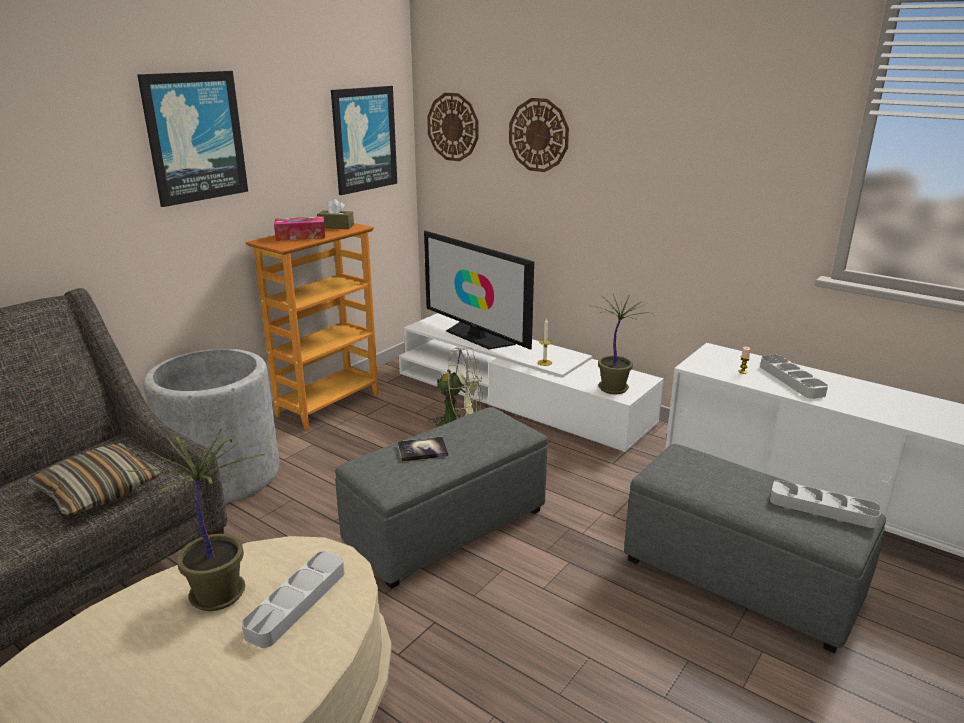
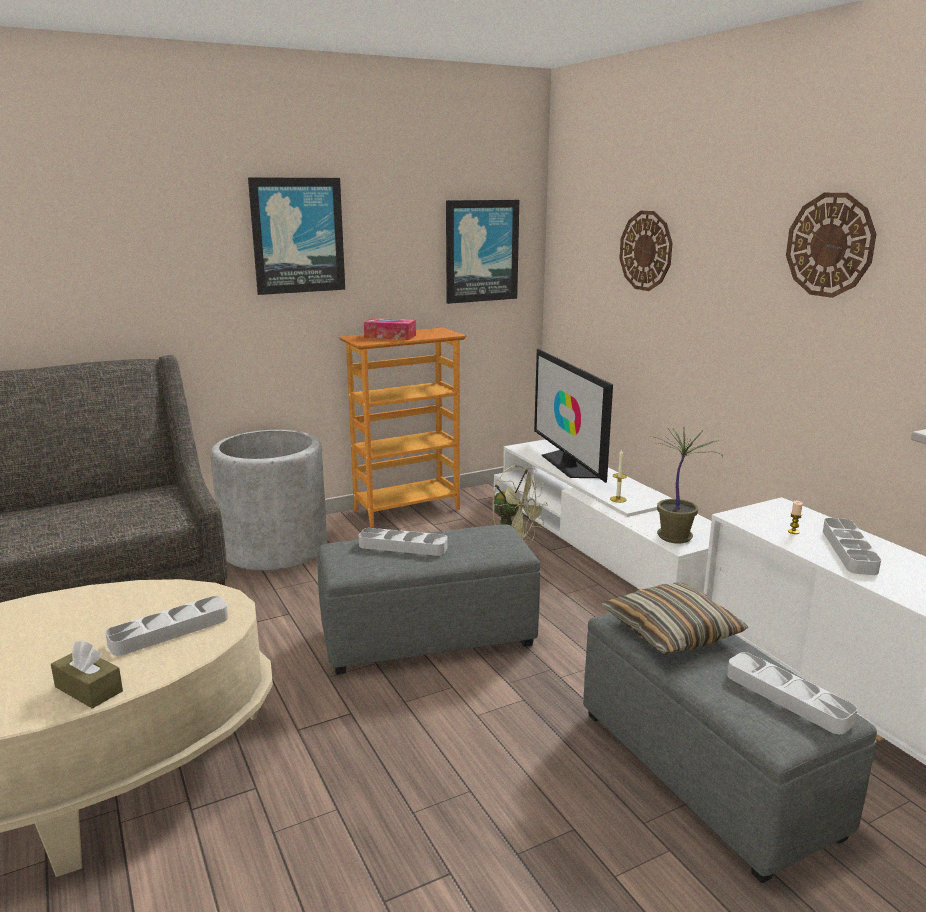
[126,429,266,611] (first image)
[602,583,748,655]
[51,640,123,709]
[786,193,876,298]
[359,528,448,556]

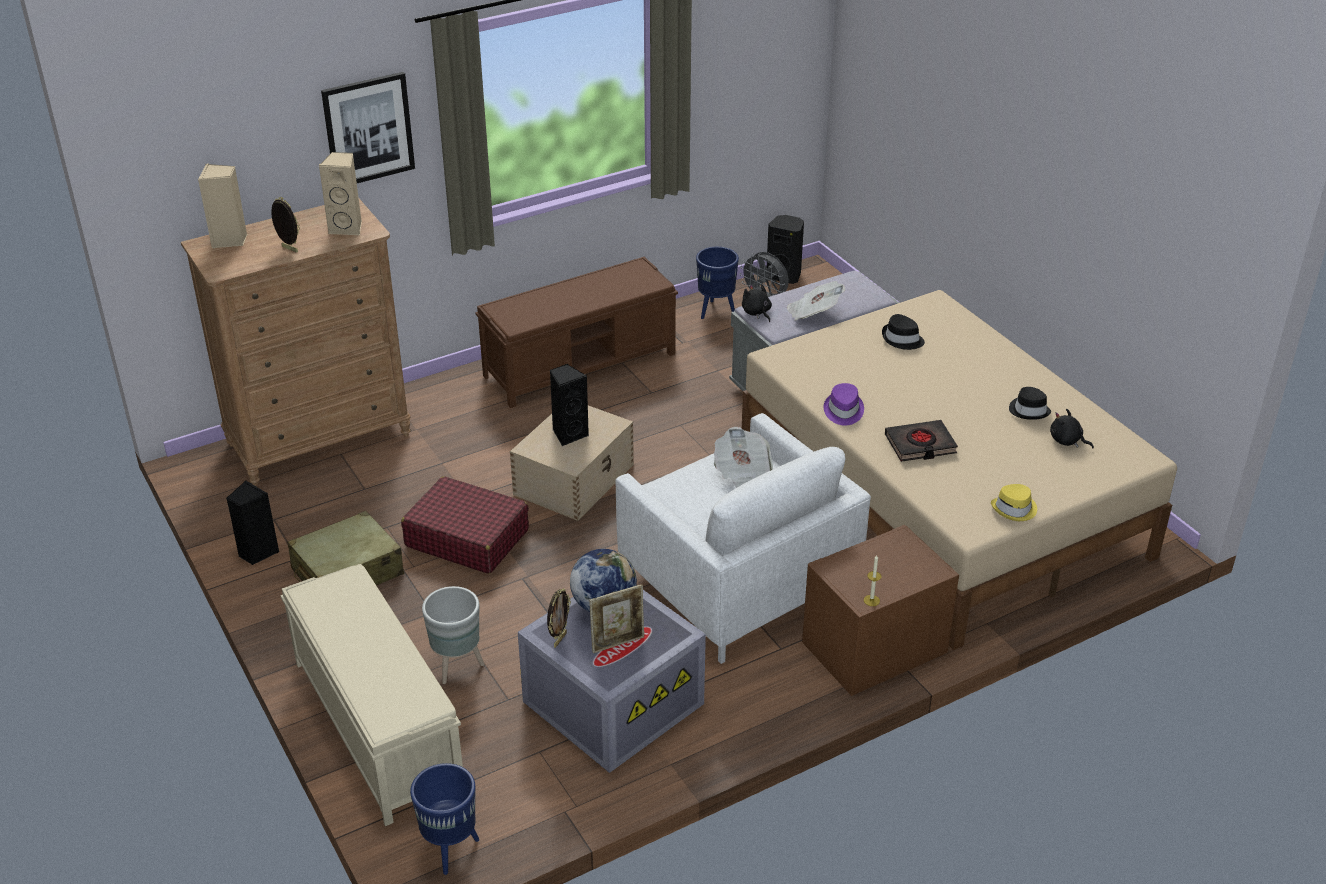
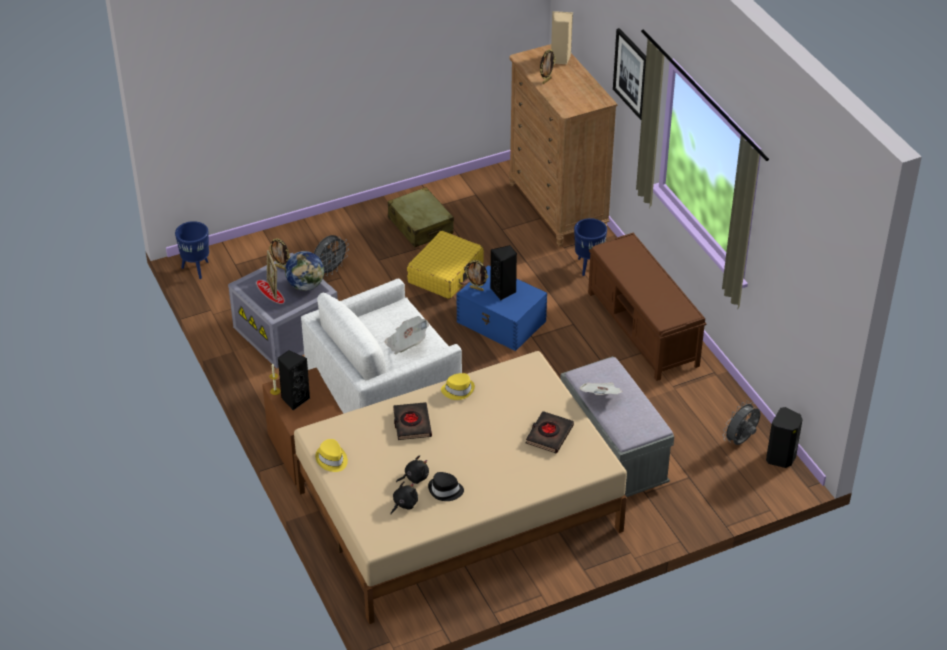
[280,564,463,826] (first image)
[319,152,362,235] (first image)
[465,260,489,291]
[278,350,310,410]
[574,218,607,276]
[396,455,429,484]
[314,235,349,276]
[526,411,574,454]
[407,231,484,299]
[456,265,547,351]
[441,373,475,400]

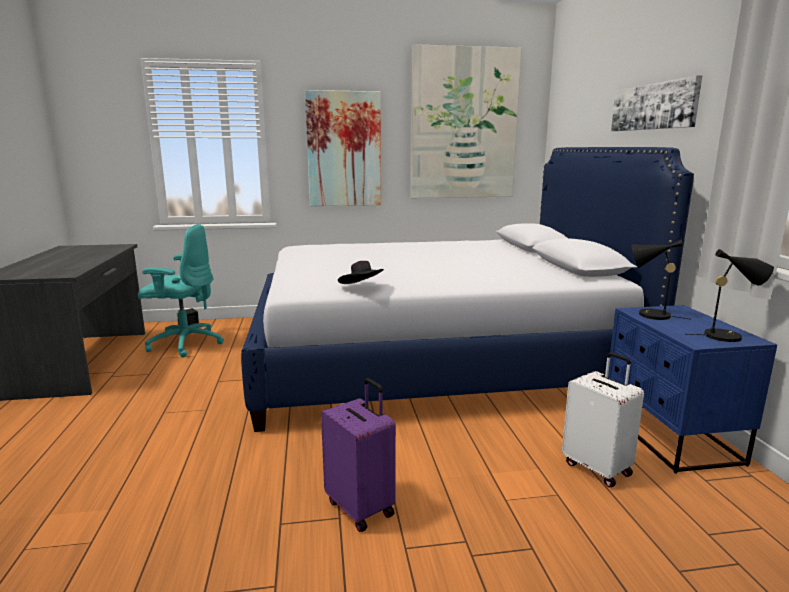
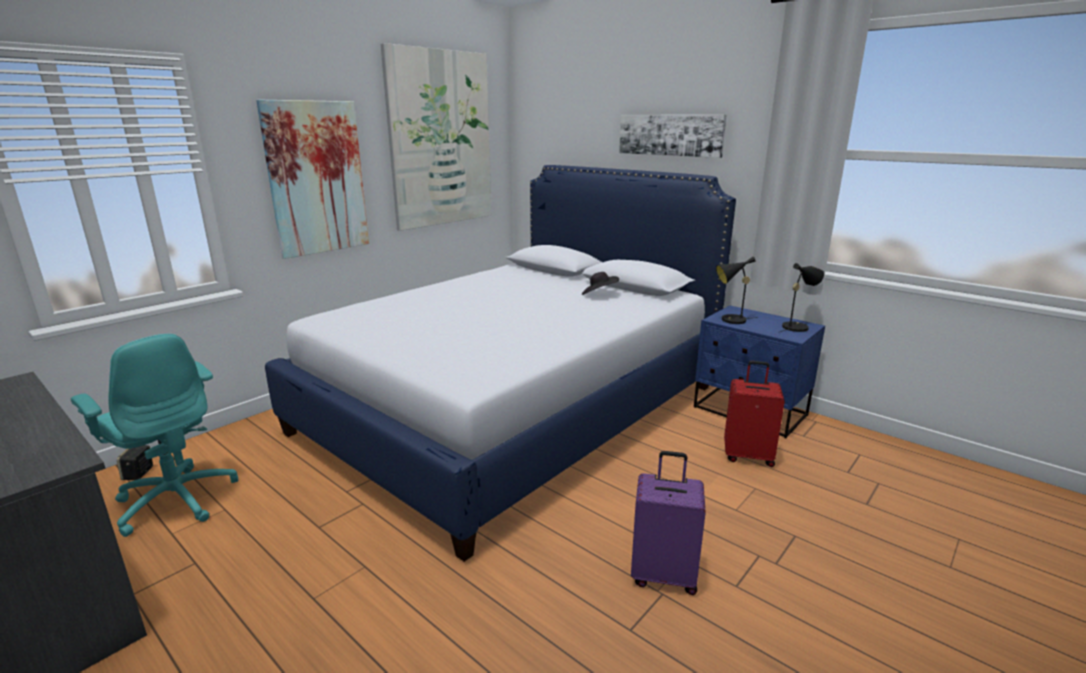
[582,272,619,295]
[724,361,785,467]
[71,334,239,537]

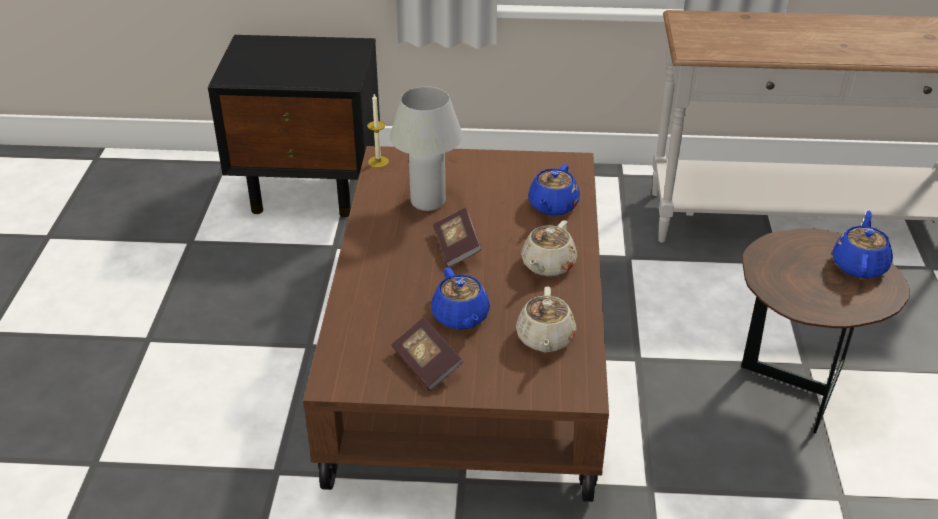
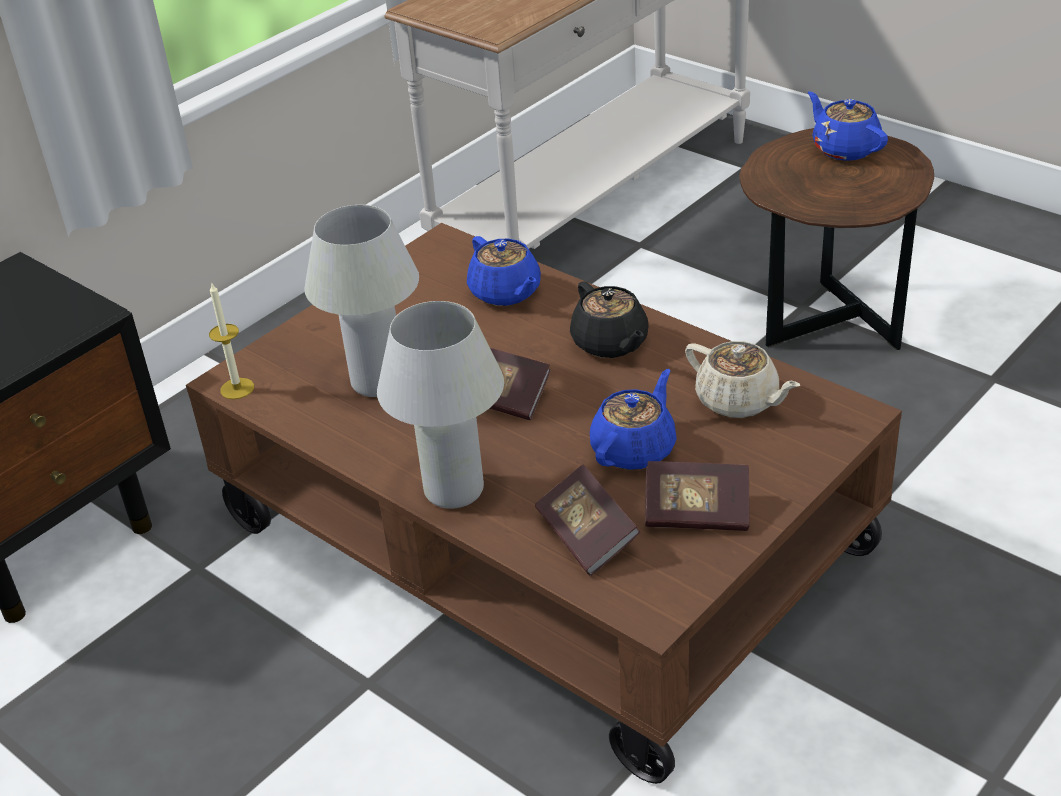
[377,301,504,509]
[535,464,640,576]
[570,282,649,358]
[590,369,677,470]

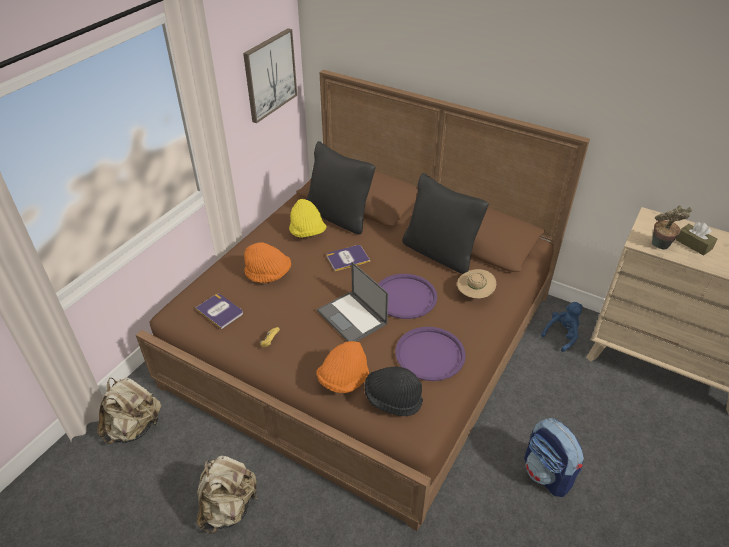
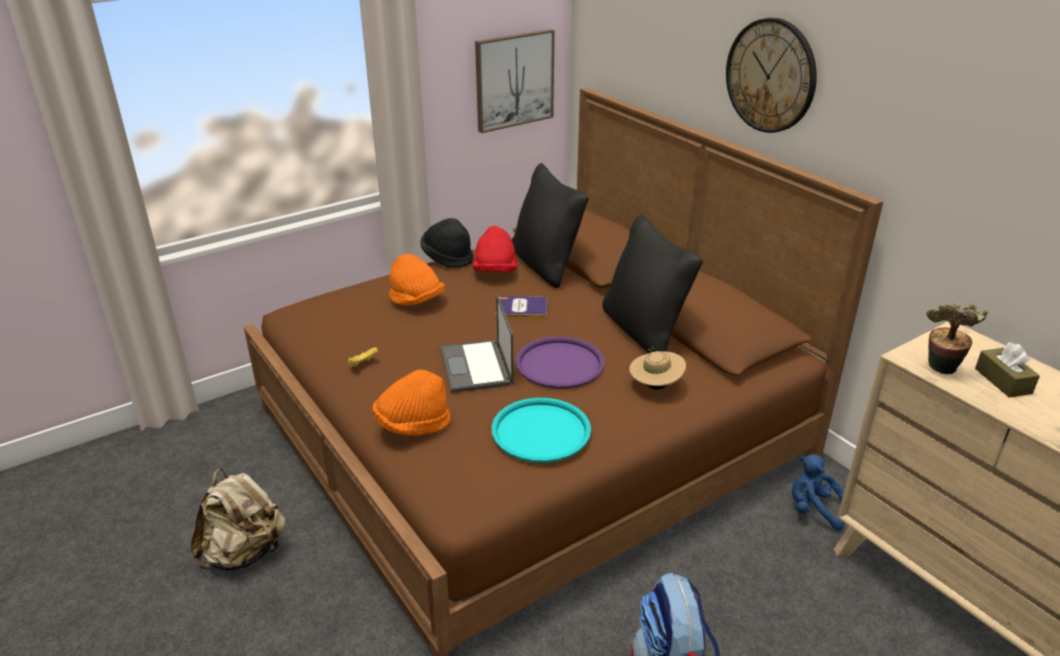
[97,377,161,444] (first image)
[195,294,243,329] (first image)
[726,18,817,133]
[420,218,473,268]
[473,226,517,272]
[492,398,591,463]
[792,454,845,531]

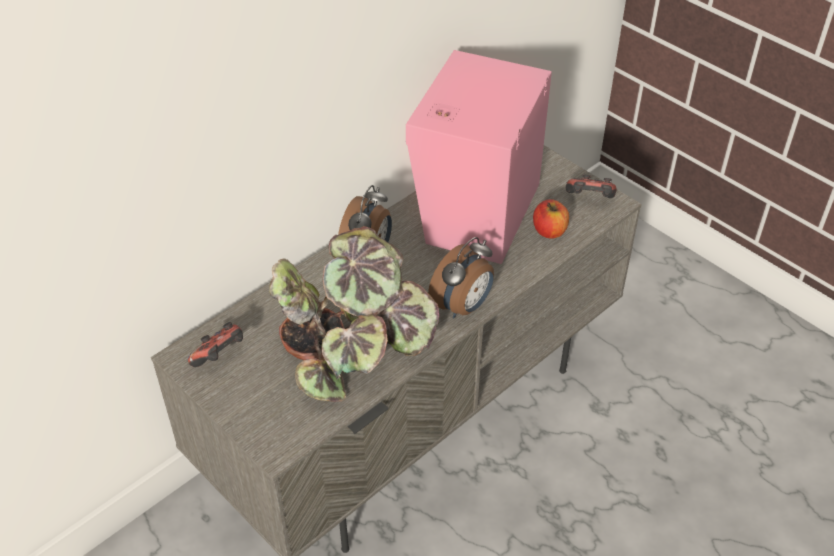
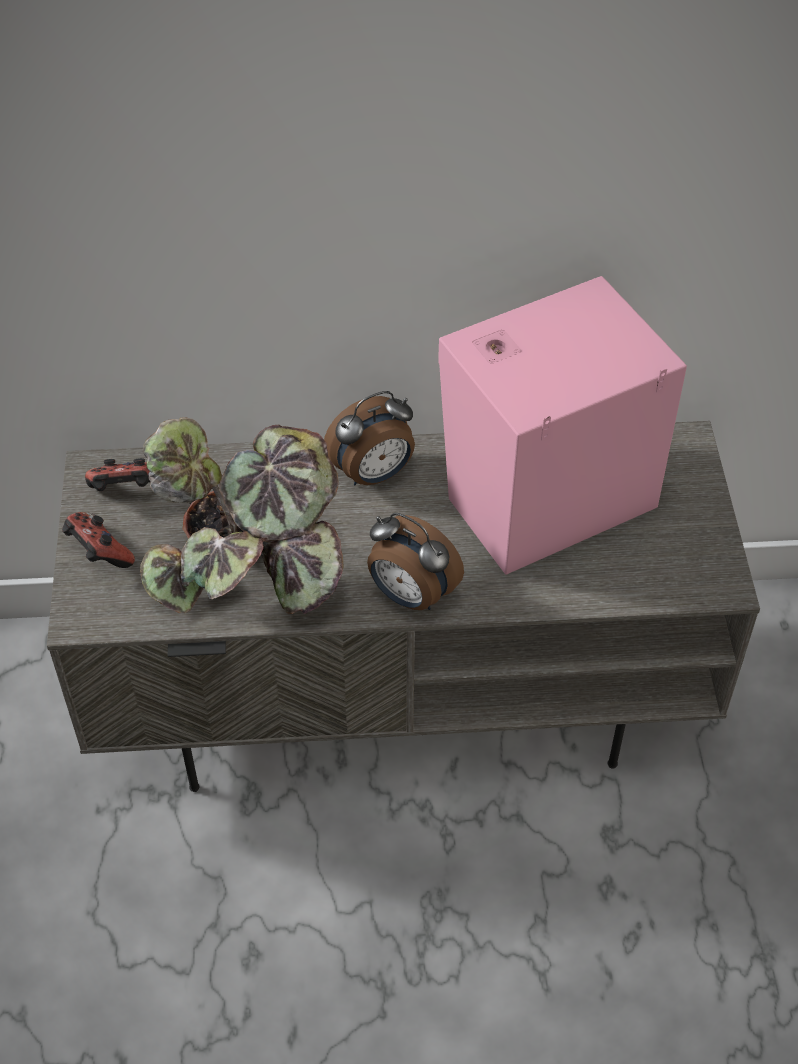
[533,199,569,239] (first image)
[62,512,135,568]
[367,513,464,610]

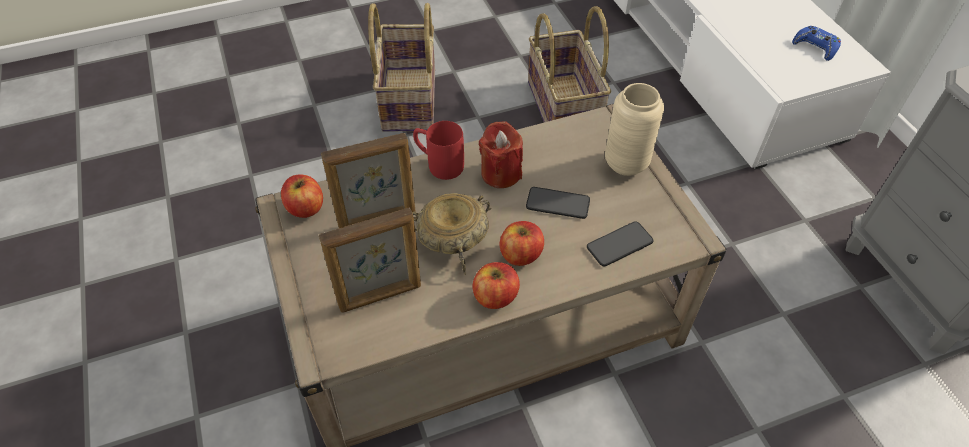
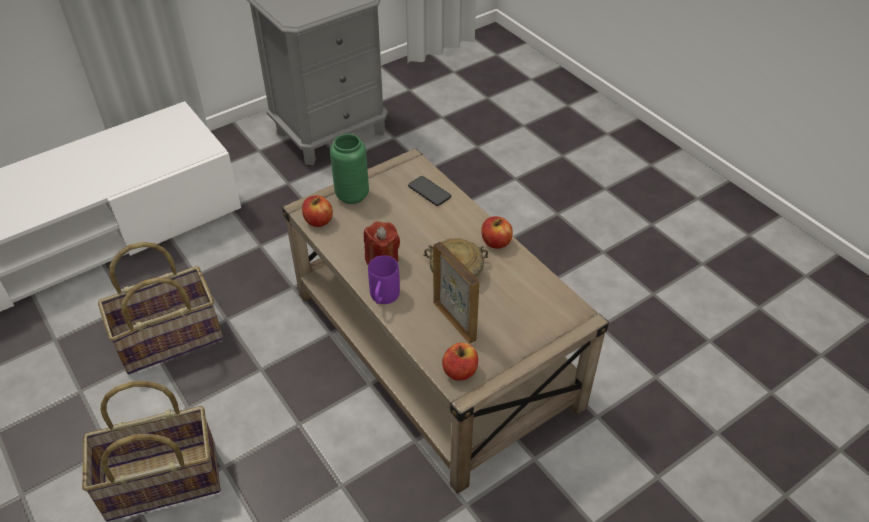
[319,207,421,313] (first image)
[526,187,590,219] (first image)
[792,26,841,61] (first image)
[302,196,333,227]
[368,255,400,304]
[330,134,369,204]

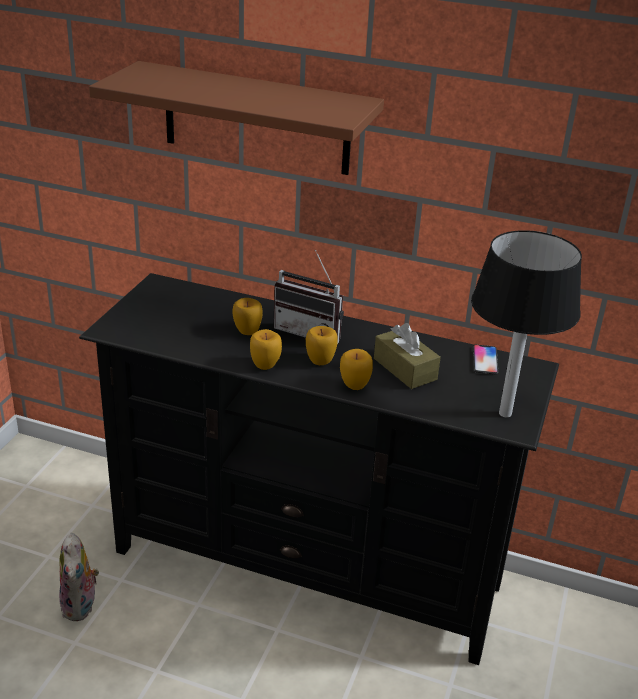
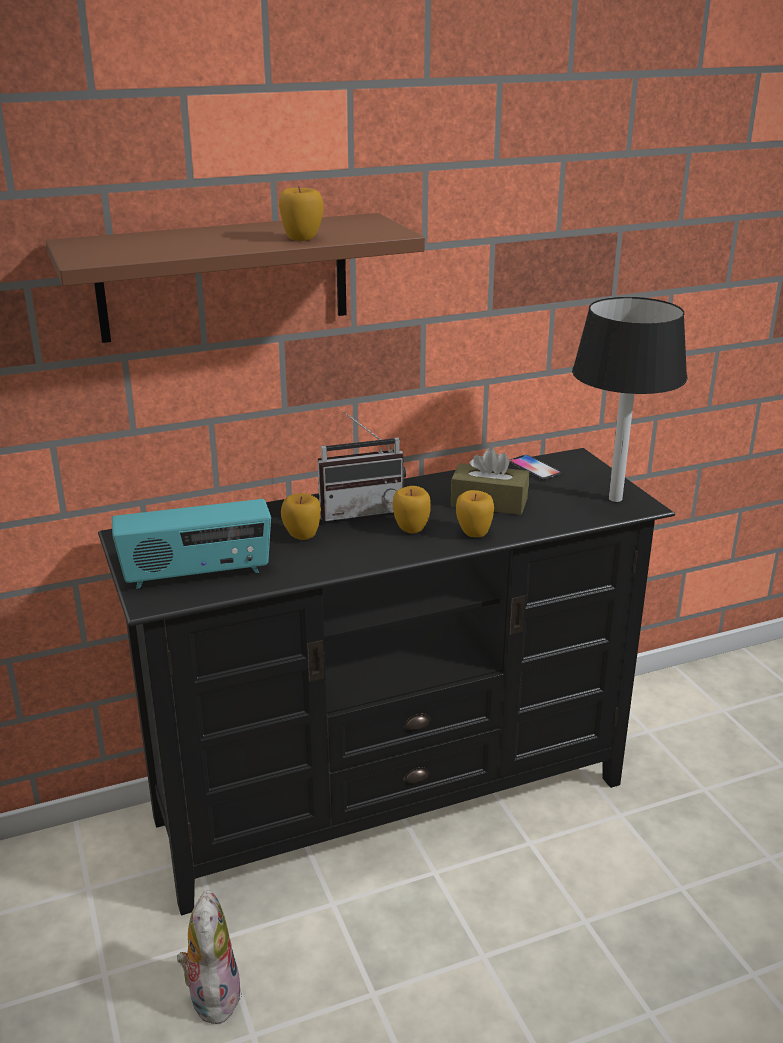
[112,499,271,589]
[279,186,324,241]
[177,890,242,1024]

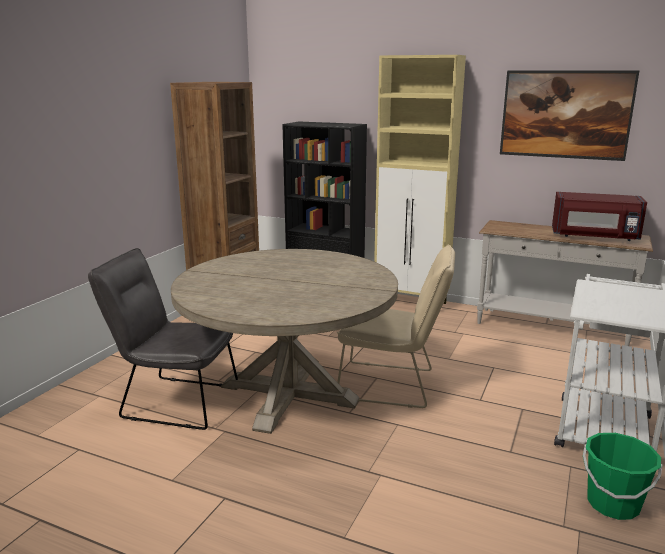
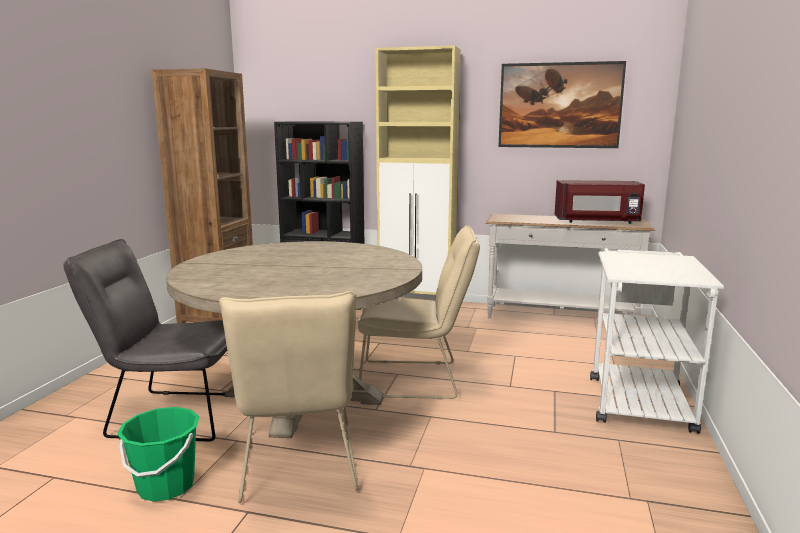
[219,291,359,503]
[117,407,200,502]

